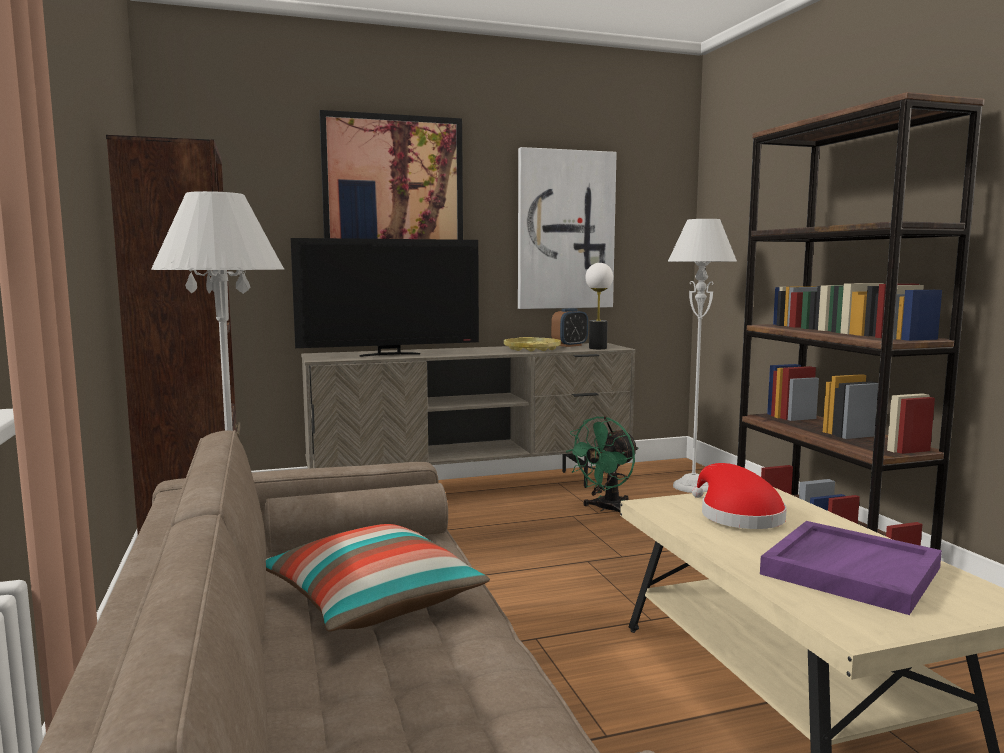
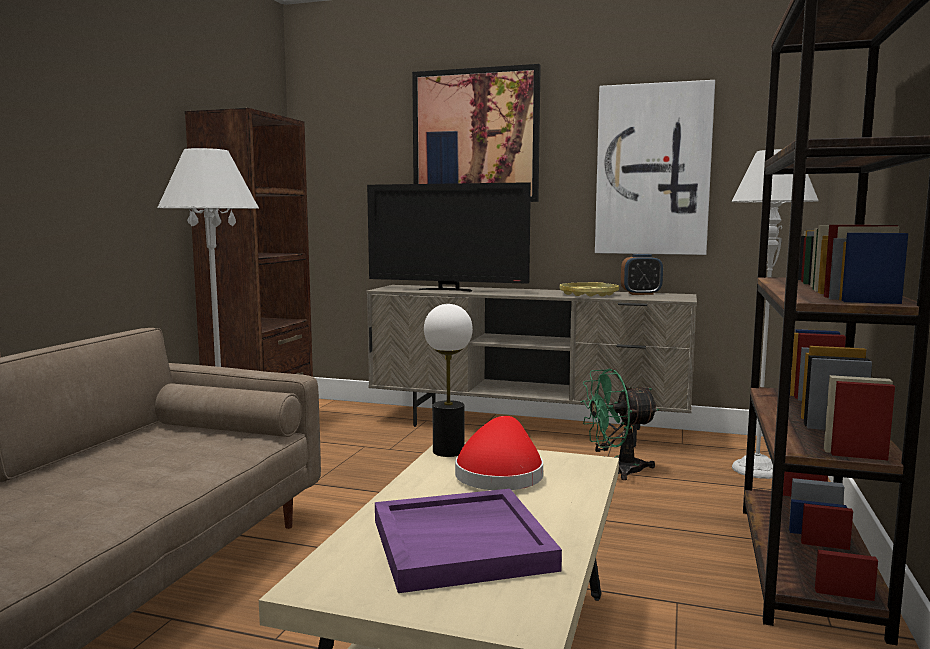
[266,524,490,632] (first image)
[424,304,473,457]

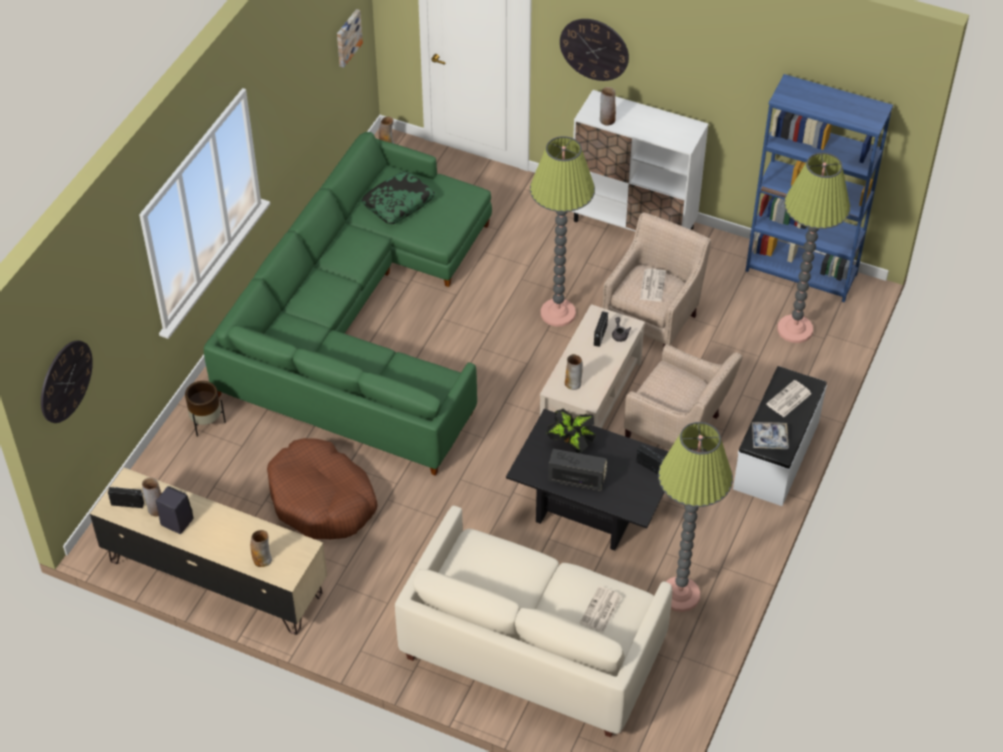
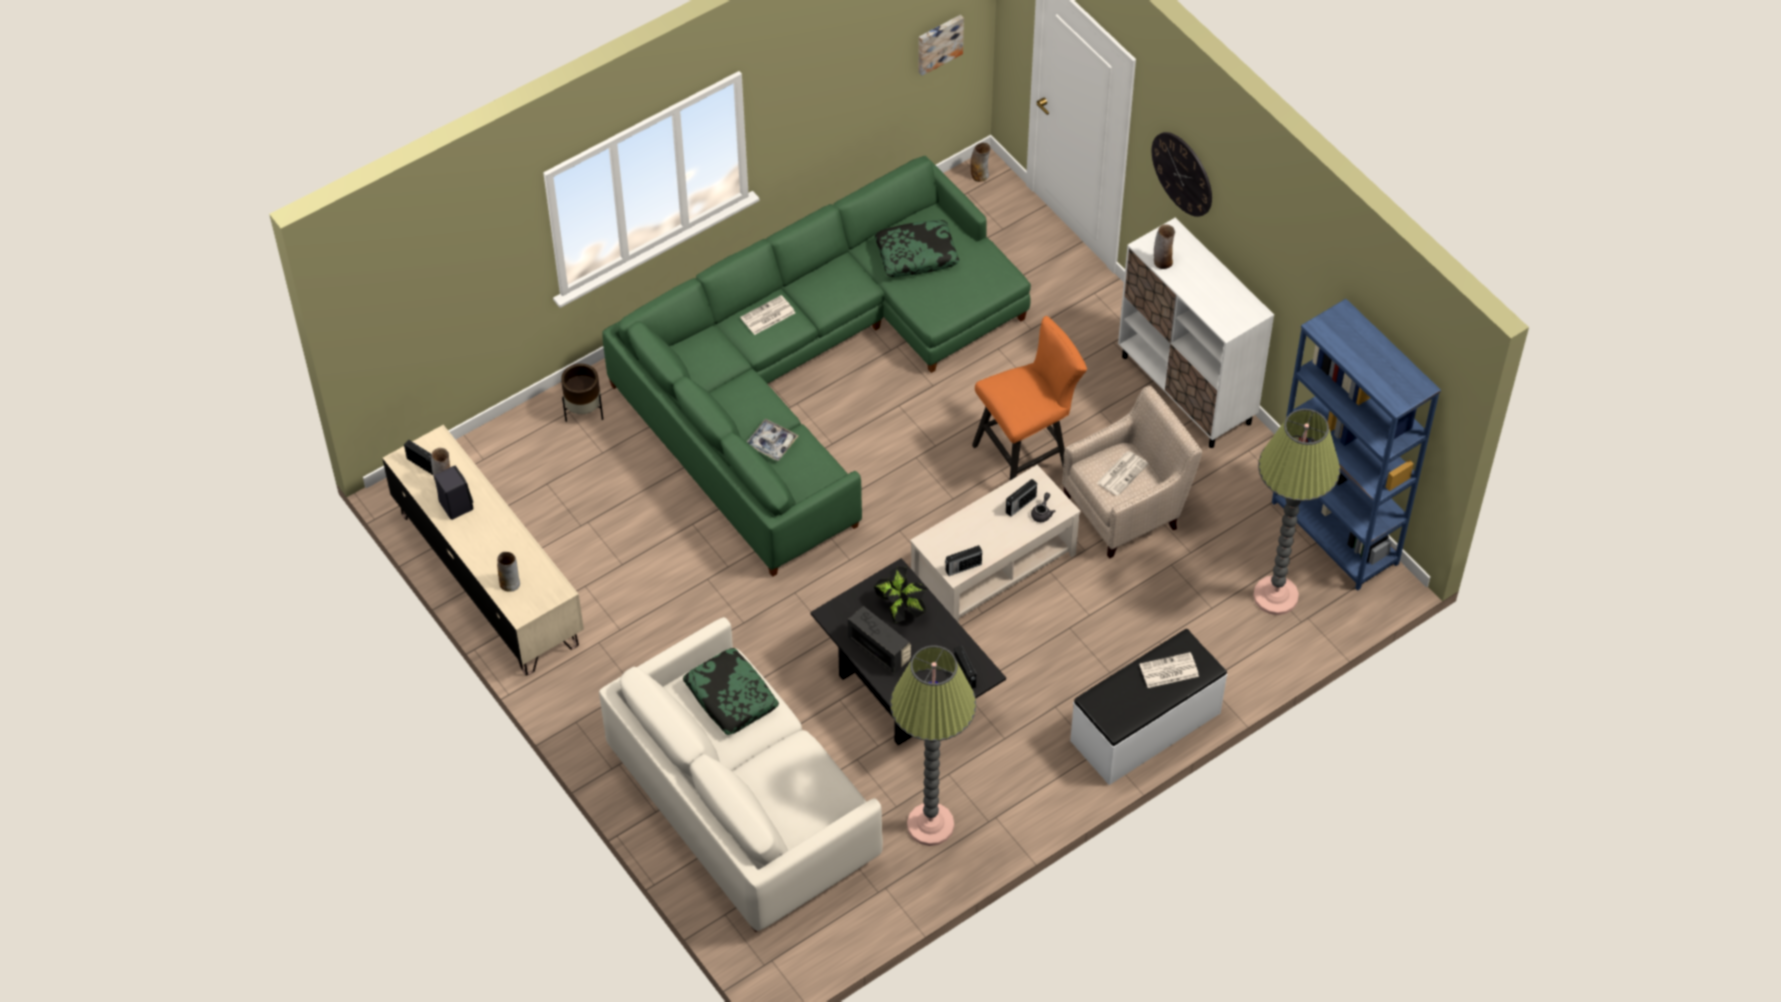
[41,340,93,423] (first image)
[267,438,378,539] (first image)
[565,354,583,390] (first image)
[624,344,742,450] (first image)
[683,648,779,735]
[945,545,982,576]
[740,295,795,335]
[747,419,799,461]
[972,316,1087,480]

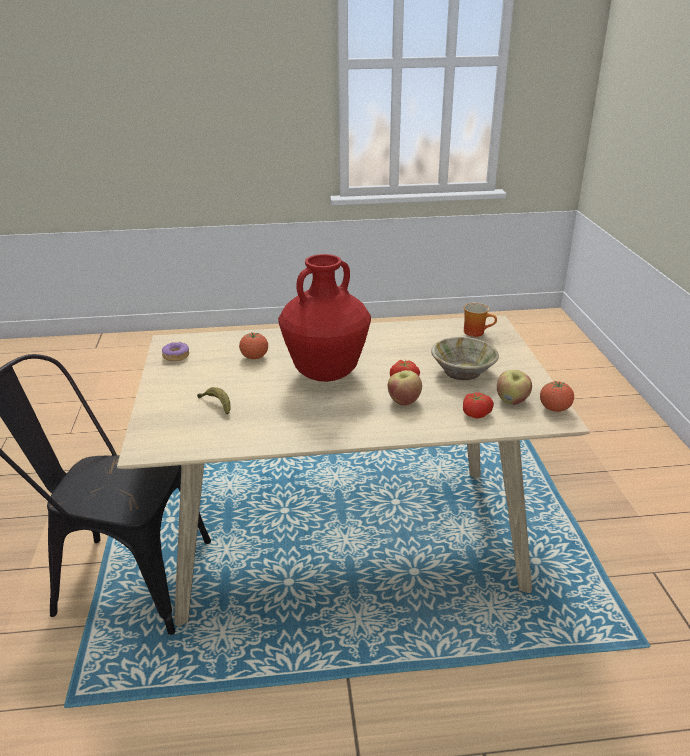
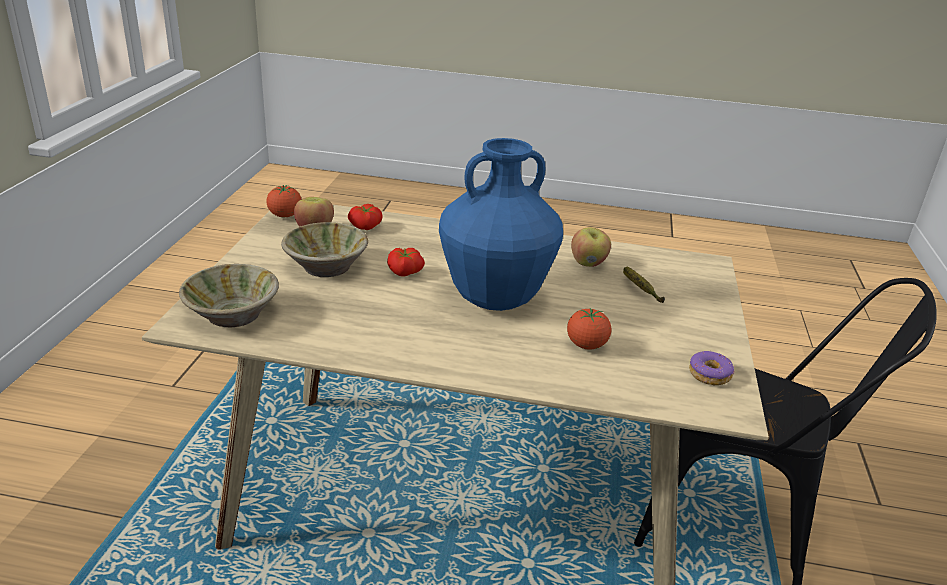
[571,227,611,267]
[179,264,279,327]
[439,138,563,311]

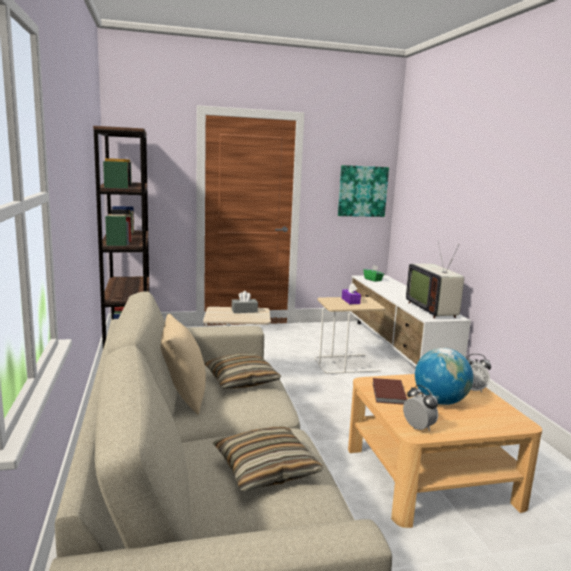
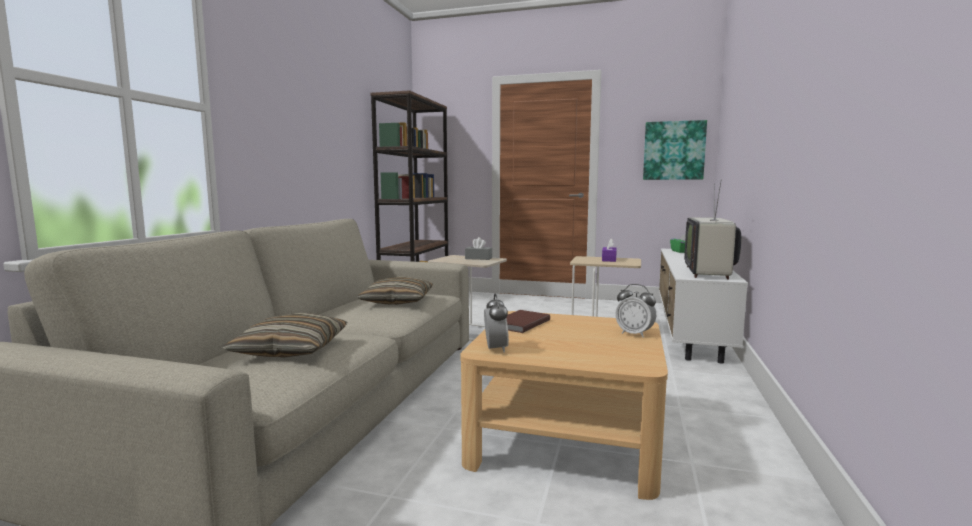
[160,314,206,415] (first image)
[415,348,473,405] (first image)

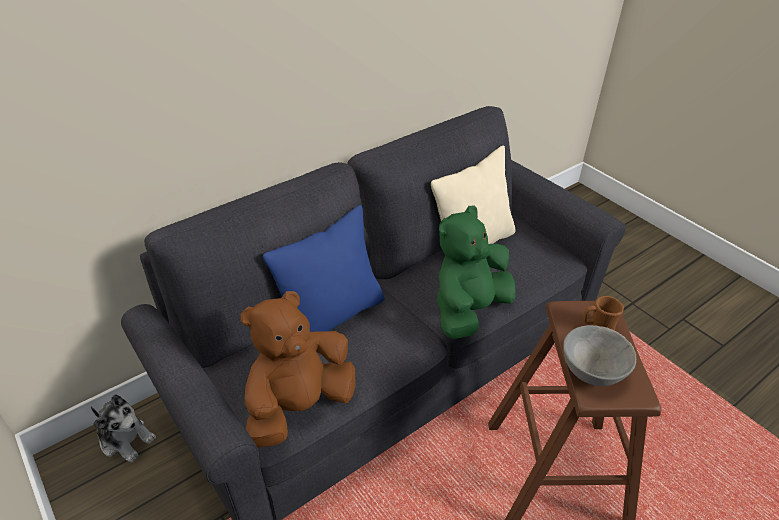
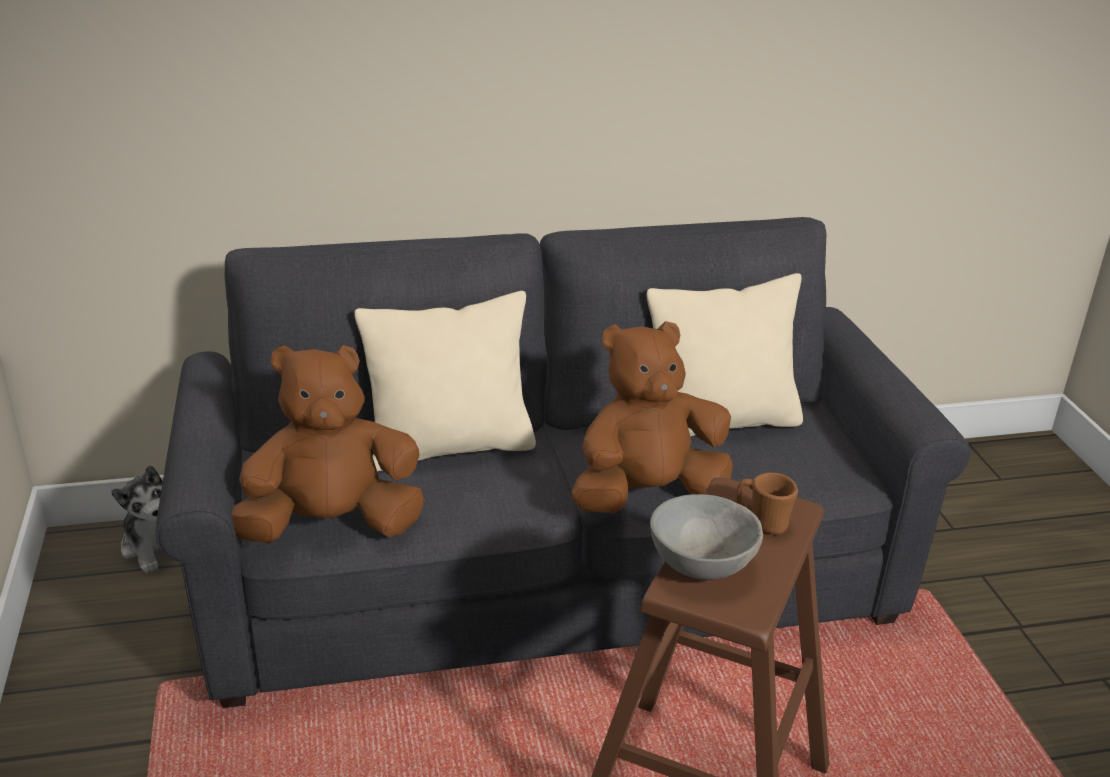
[354,291,536,472]
[572,321,733,513]

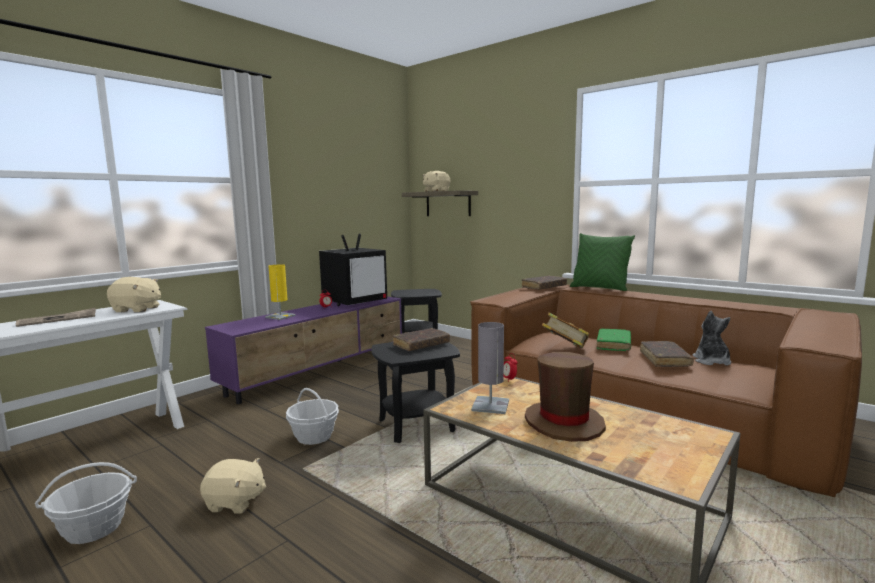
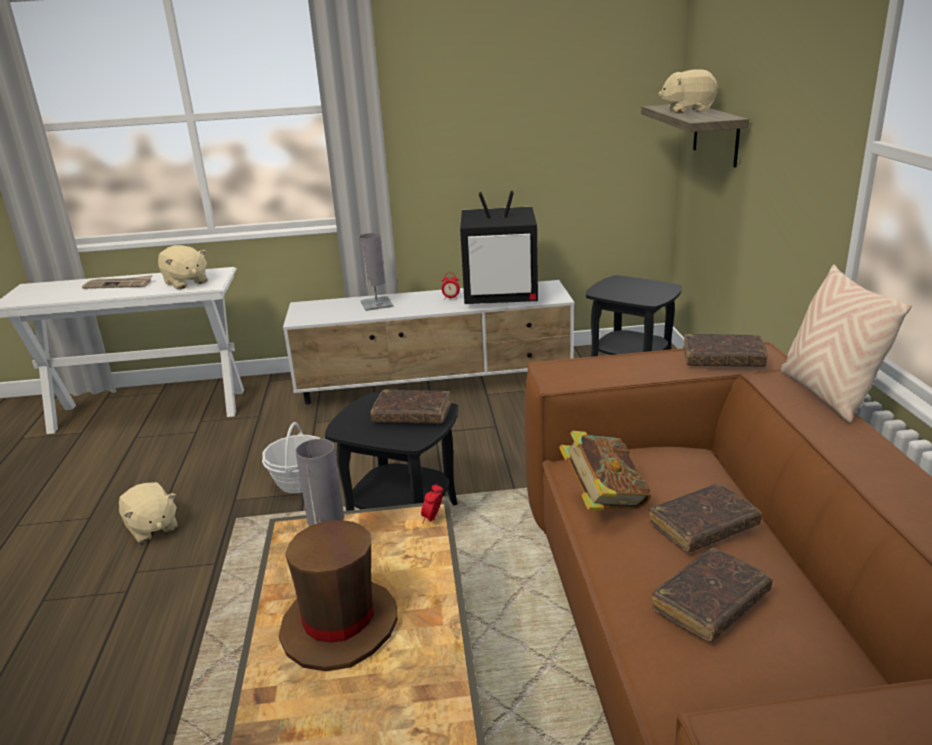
[35,462,137,544] (first image)
[693,311,731,366] (first image)
[283,280,574,404]
[359,233,393,311]
[781,264,912,422]
[649,484,762,552]

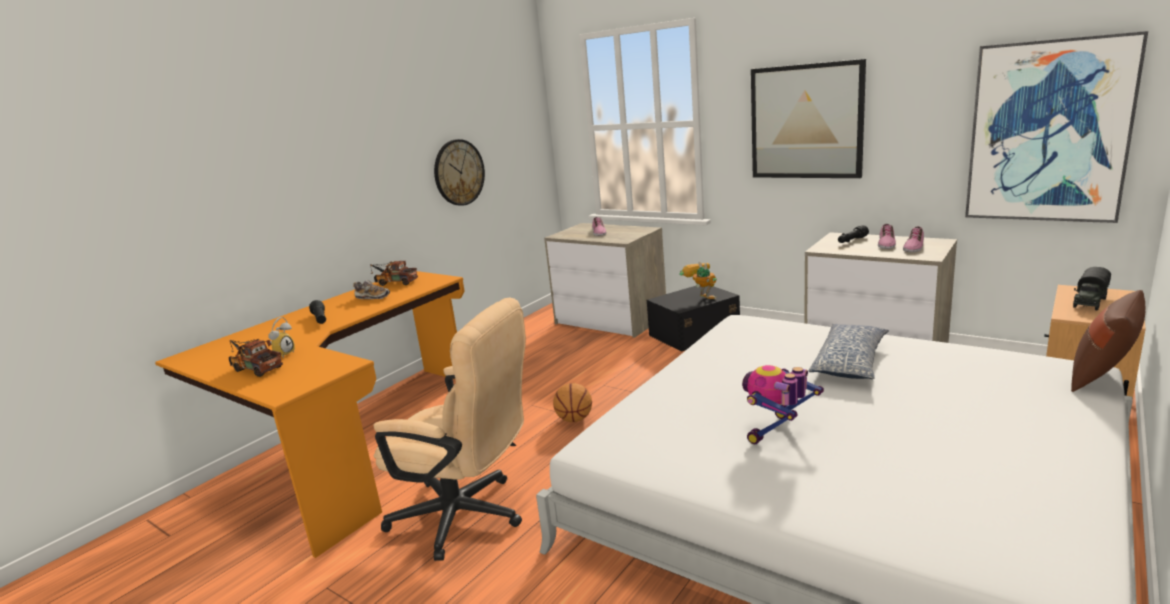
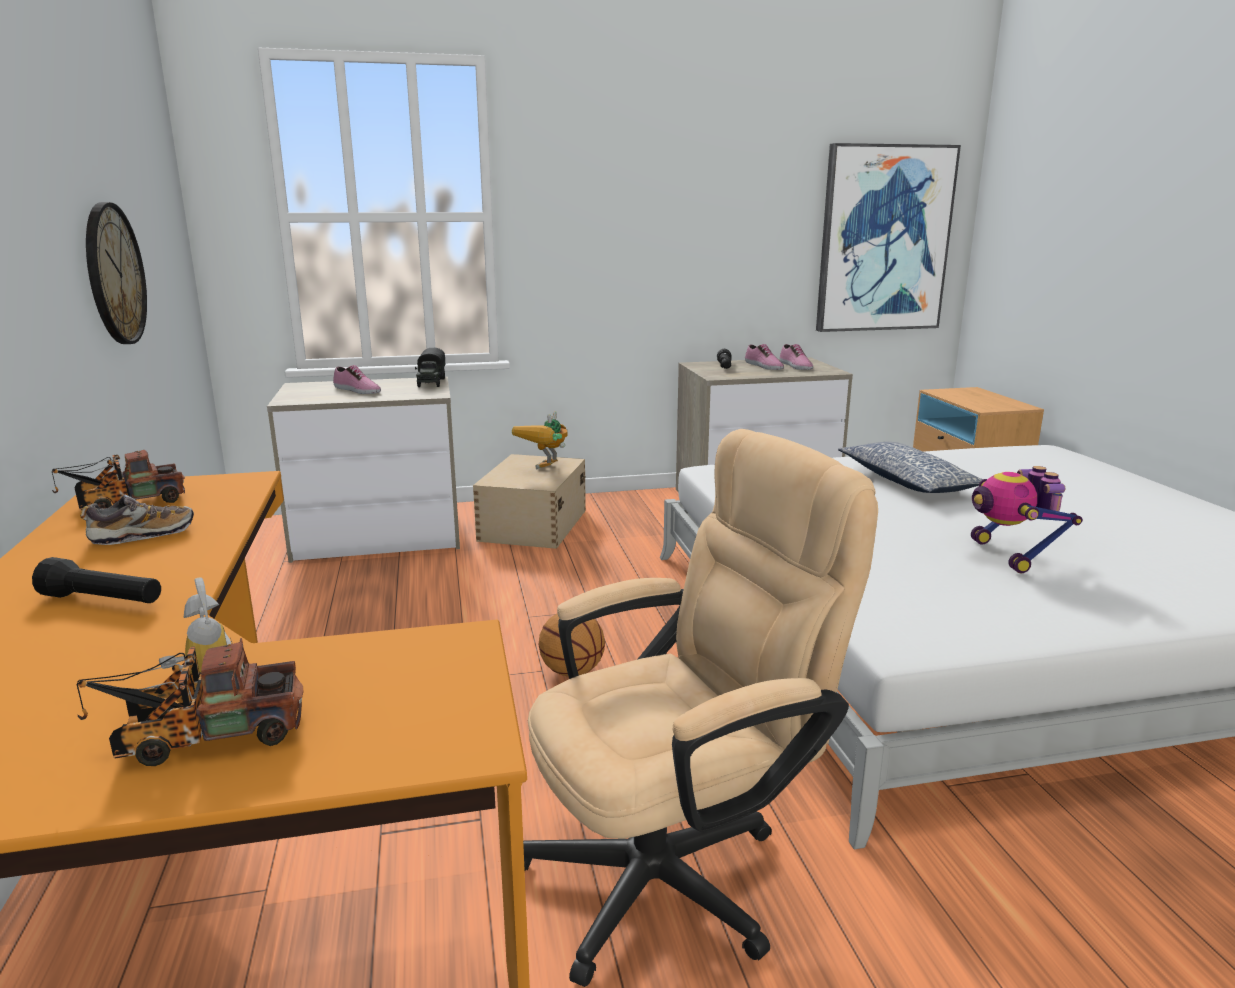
[751,59,866,178] (first image)
[1071,290,1145,392] (first image)
[415,348,445,387]
[473,454,586,549]
[512,411,568,469]

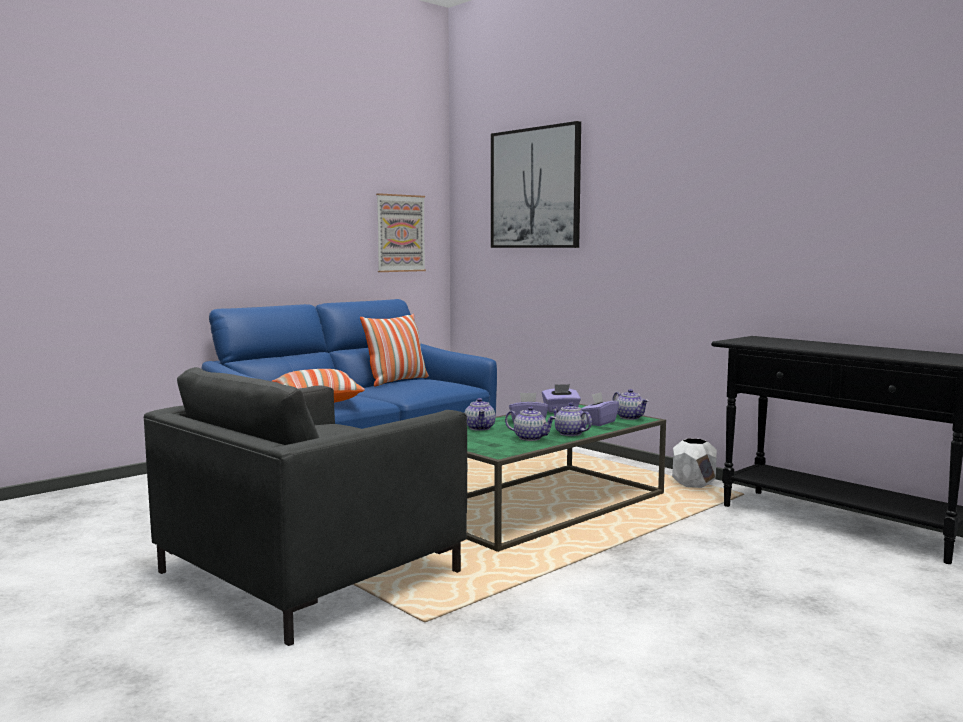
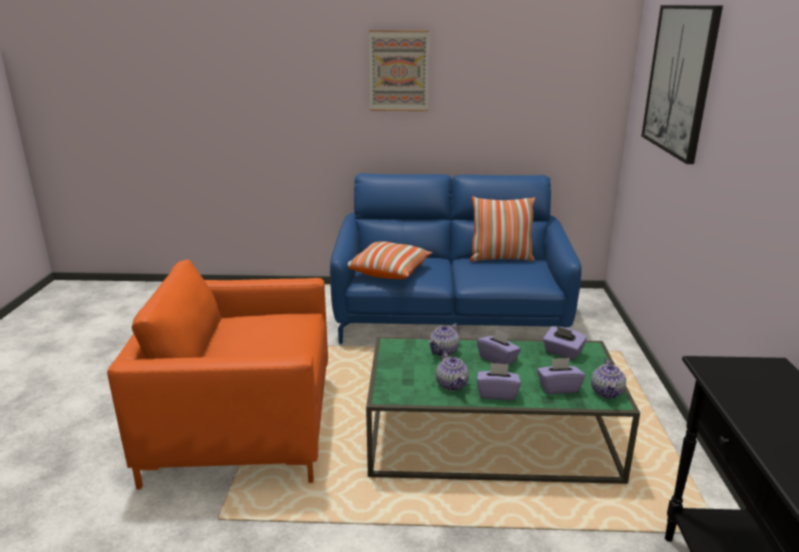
[672,438,717,488] (first image)
[369,30,429,111]
[477,362,521,400]
[107,259,328,489]

